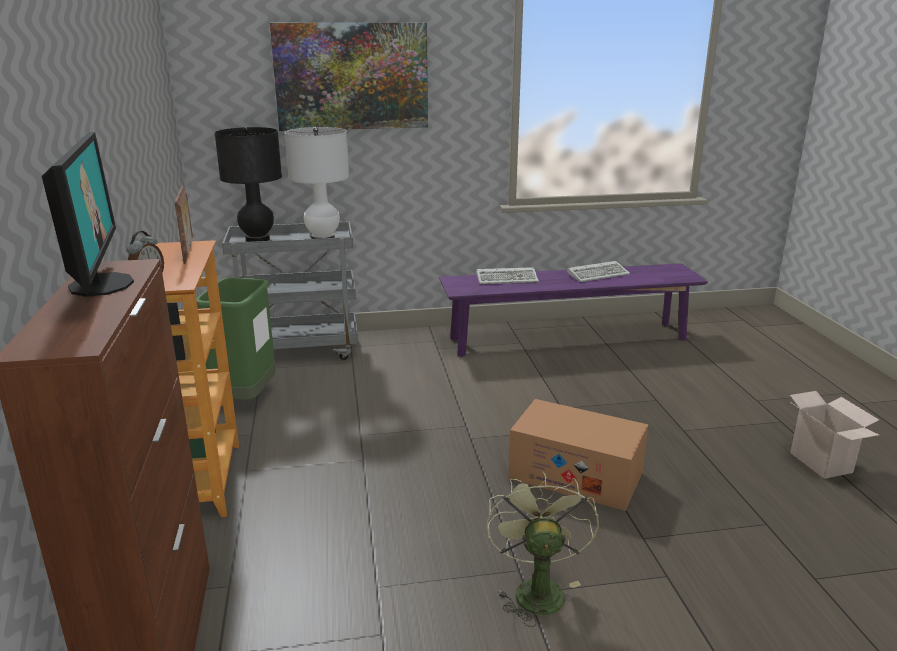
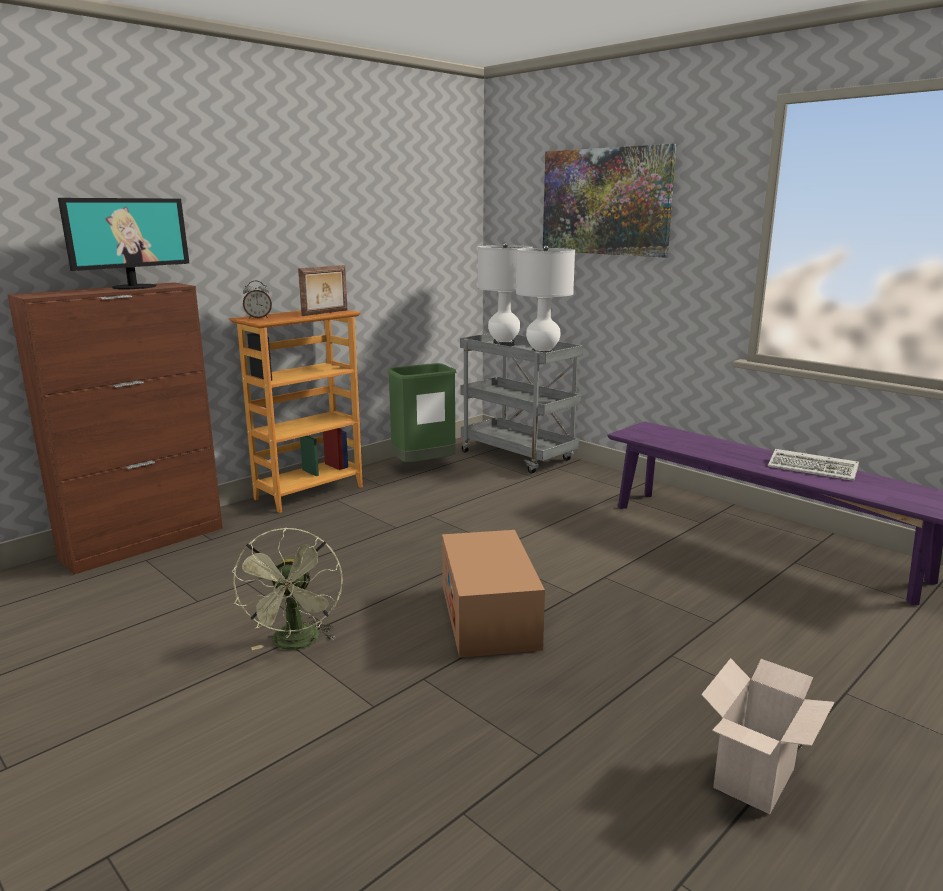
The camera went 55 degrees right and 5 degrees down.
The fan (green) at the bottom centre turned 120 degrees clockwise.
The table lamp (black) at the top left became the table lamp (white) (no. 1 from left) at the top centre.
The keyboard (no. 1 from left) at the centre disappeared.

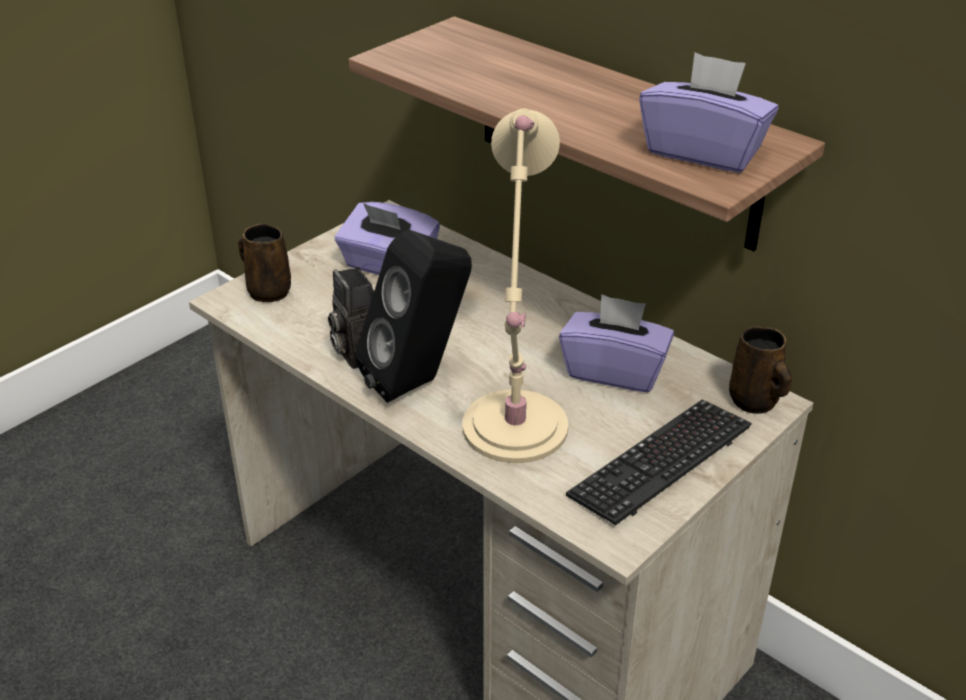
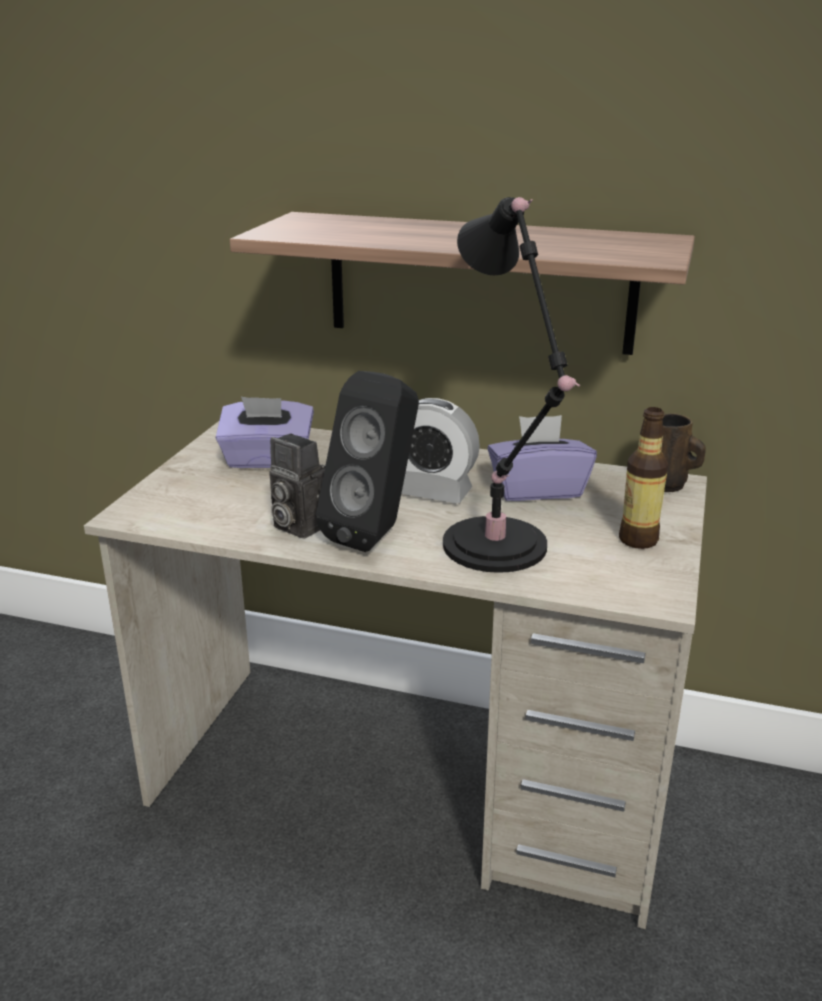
The camera went 25 degrees left and 10 degrees down.
The alarm clock at the centre appeared.
The table lamp (beige) at the centre became the table lamp (black) at the centre.
The keyboard at the middle right was replaced by the bottle at the middle right.
The mug (brown) (no. 1 from left) at the middle left disappeared.
The tissue box (purple) (no. 3 from left) at the top right disappeared.

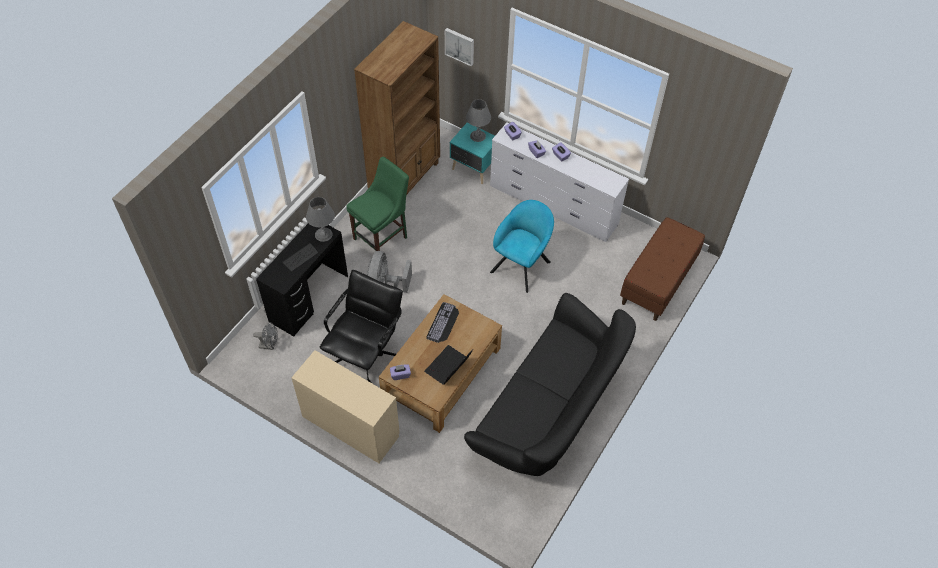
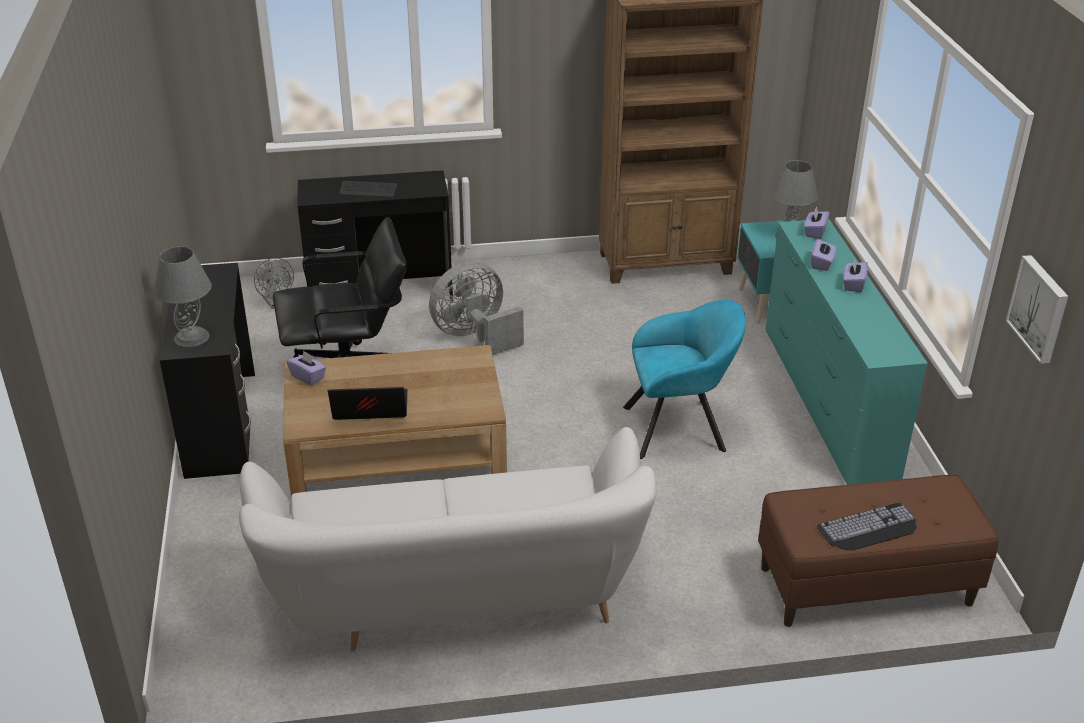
The camera went 50 degrees right and 20 degrees down.
The table lamp (grey) (no. 1 from left) moved from the centre to the middle left.
The desk (beige) at the bottom centre became the desk (black) (no. 1 from left) at the middle left.
The sofa (black) at the bottom centre became the sofa (white) at the bottom centre.
The dresser (white) at the top centre became the dresser (turquoise) at the middle right.
The keyboard (no. 2 from left) moved from the centre to the bottom right.
The picture moved from the top centre to the middle right.
The chair (green) at the centre disappeared.

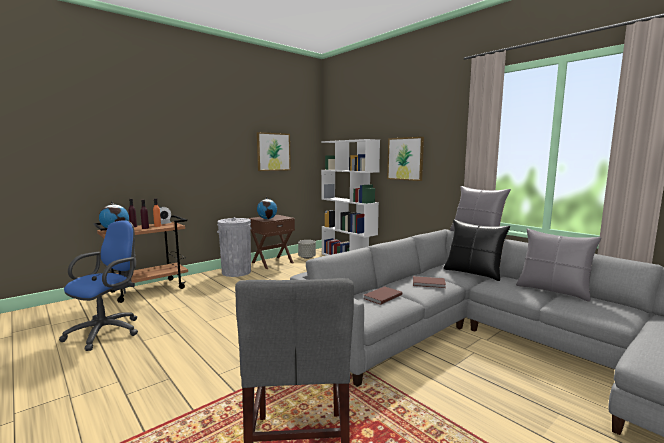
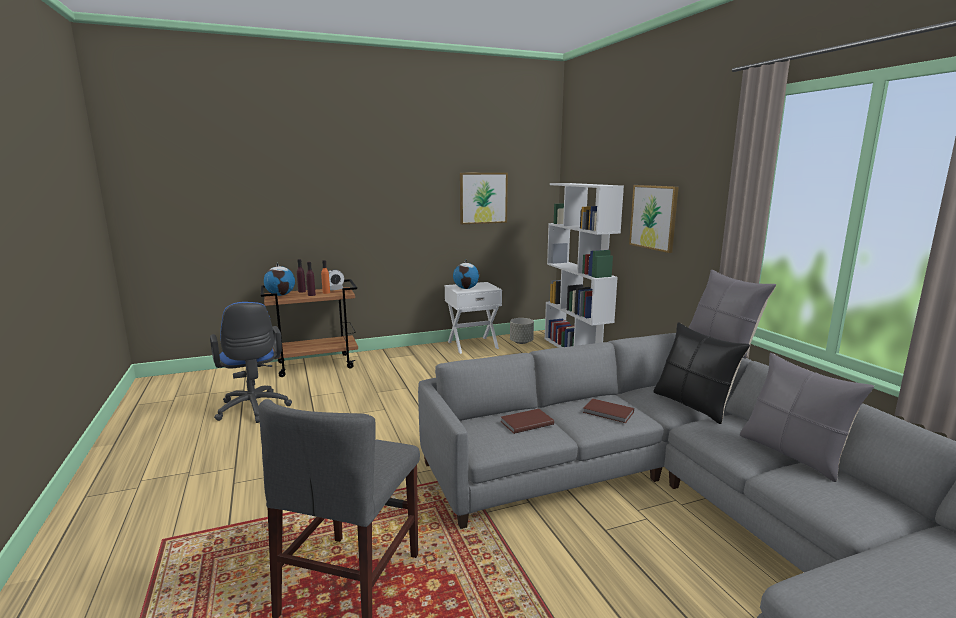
The camera went 20 degrees right and 5 degrees up.
The office chair (blue) at the middle left turned 105 degrees clockwise.
The nightstand (brown) at the centre became the nightstand (white) at the centre.
The trash can (grey) at the centre disappeared.

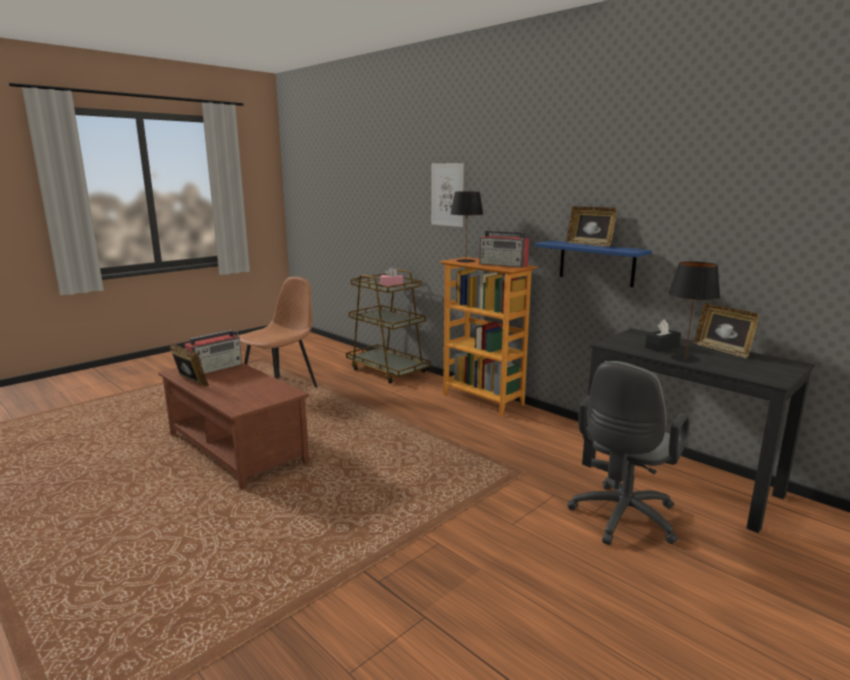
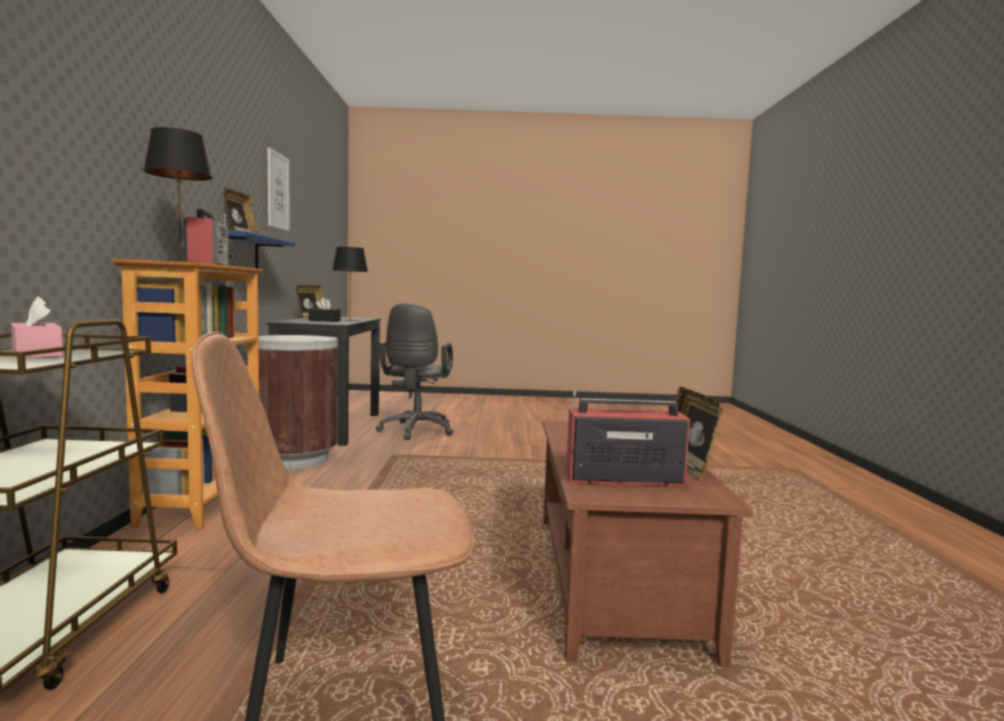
The camera went 135 degrees left and 10 degrees down.
The trash can (brown) at the middle left appeared.
The picture moved from the top centre to the top left.
The office chair (grey) at the middle right turned 105 degrees clockwise.

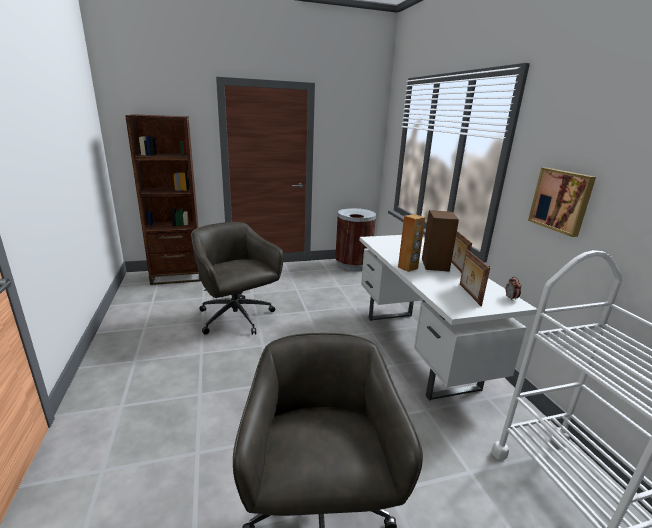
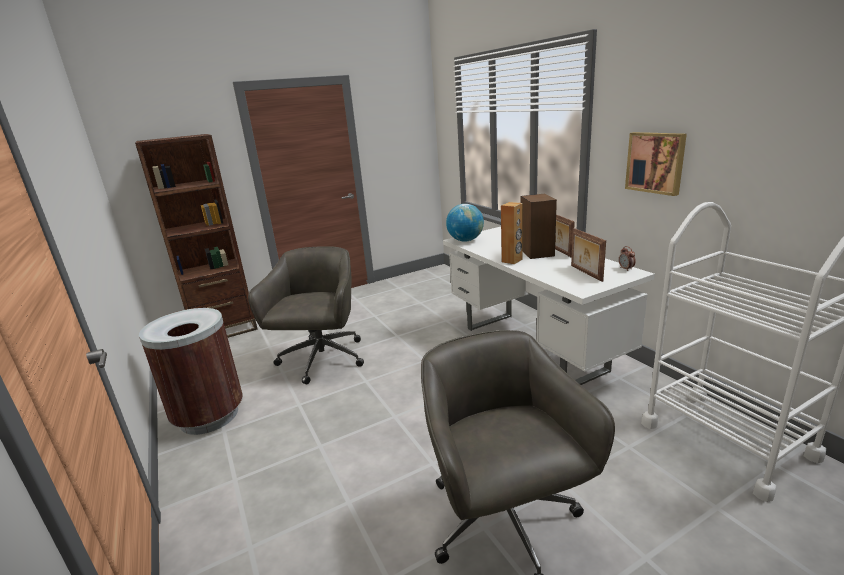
The camera went 10 degrees left and 0 degrees up.
The trash can (brown) moved from the centre to the middle left.
The office chair (grey) (no. 1 from left) at the centre turned 60 degrees clockwise.
The globe at the centre appeared.

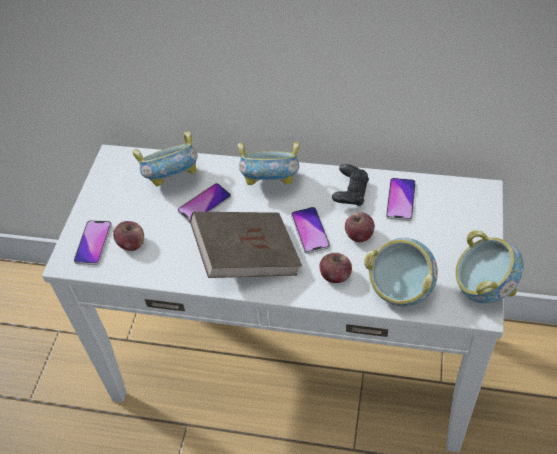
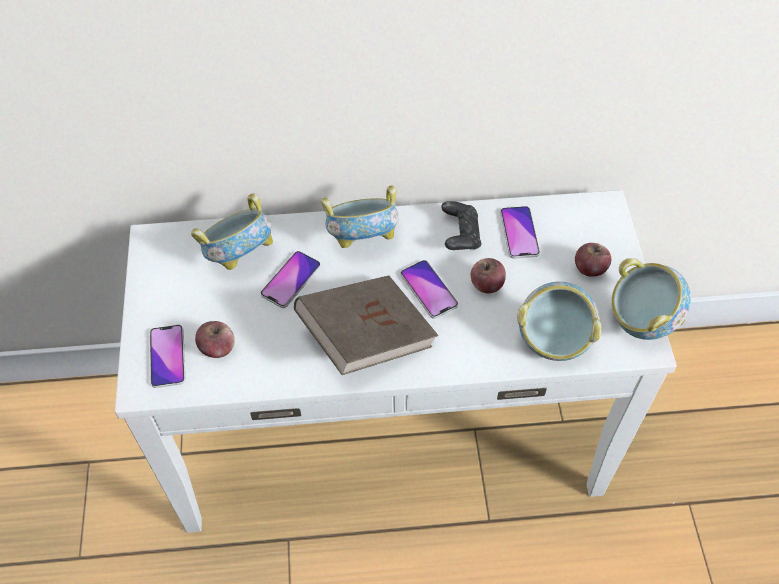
The camera went 20 degrees left and 5 degrees up.
The apple (no. 2 from left in the first image) moved from the centre to the middle right.

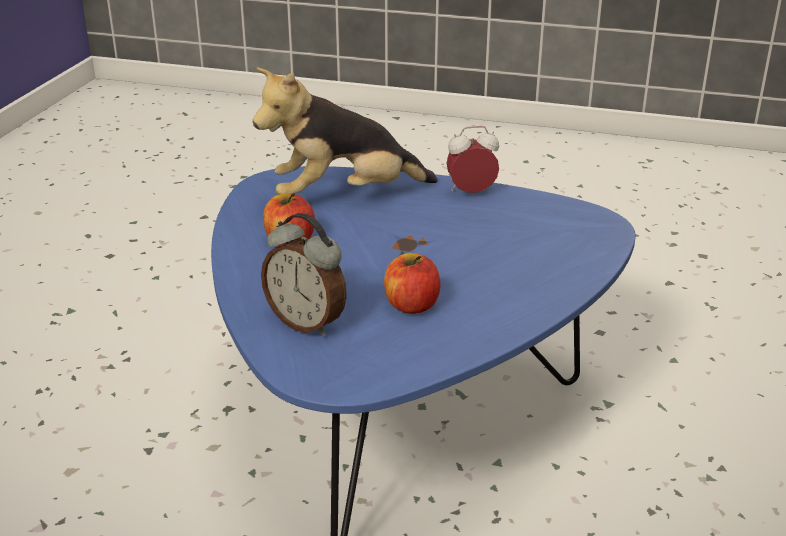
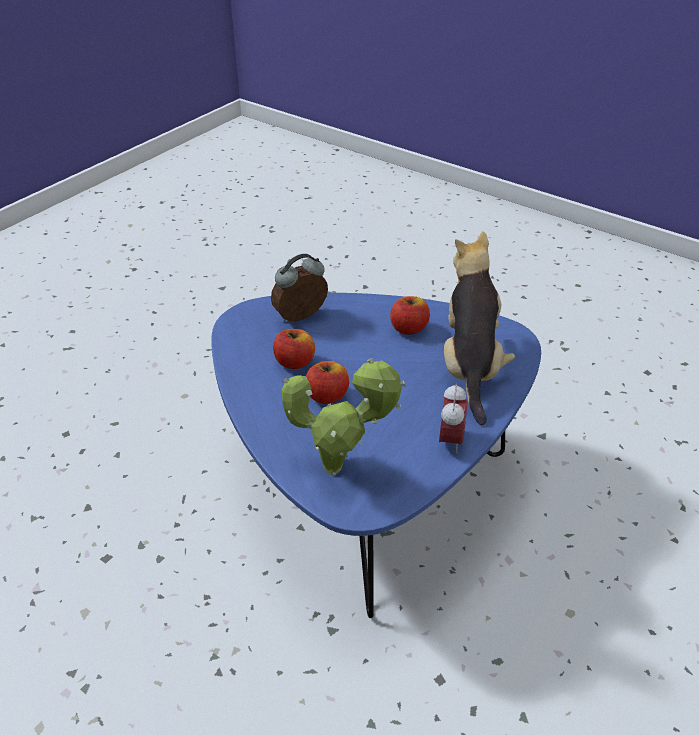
The camera went 110 degrees right and 10 degrees up.
The potted plant at the centre appeared.
The apple (no. 2 from left) at the centre appeared.

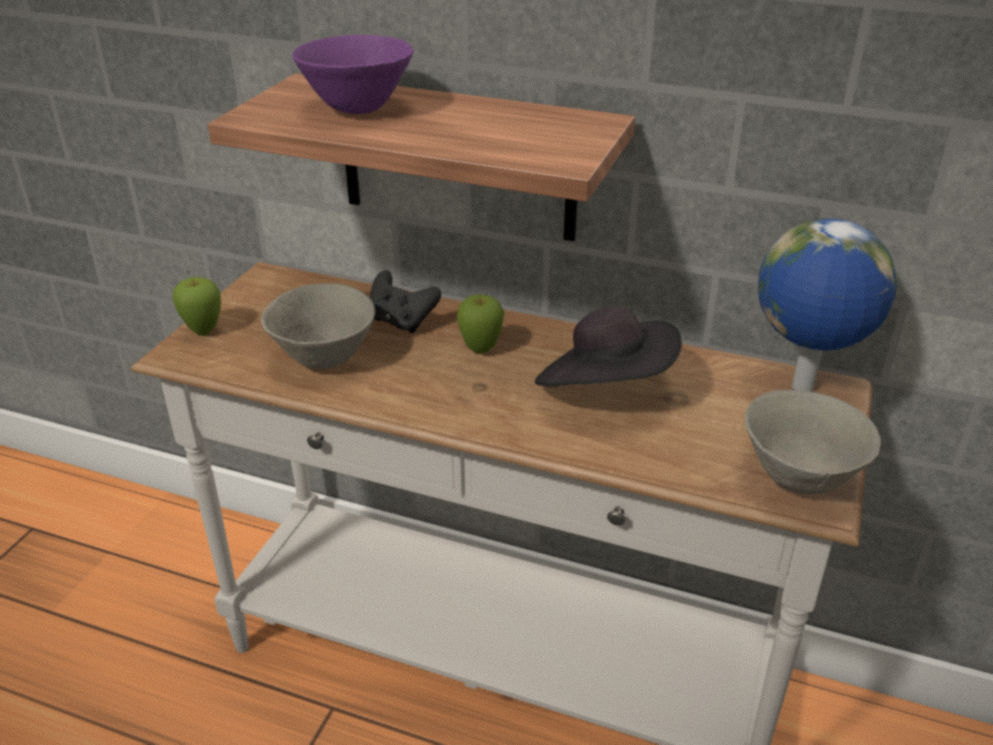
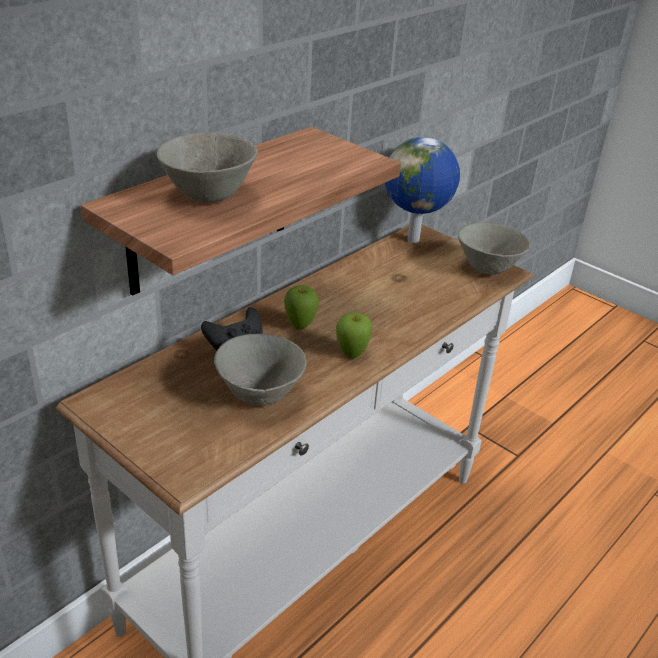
The camera went 70 degrees left and 0 degrees up.
The bowl (purple) at the top centre became the bowl (grey) (no. 1 from left) at the top left.
The apple (no. 1 from left in the first image) moved from the middle left to the centre.
The hat (black) at the centre disappeared.

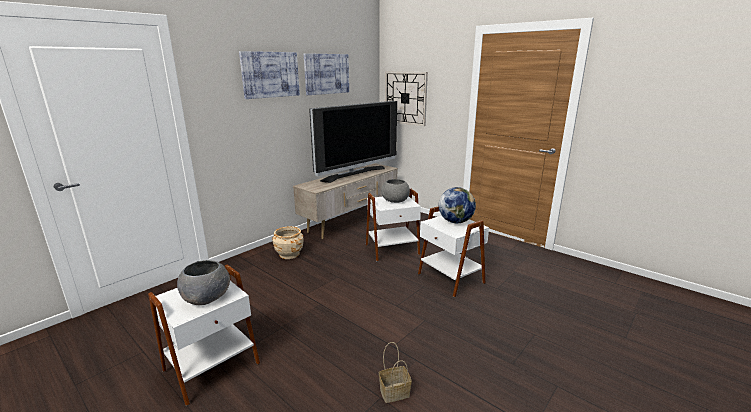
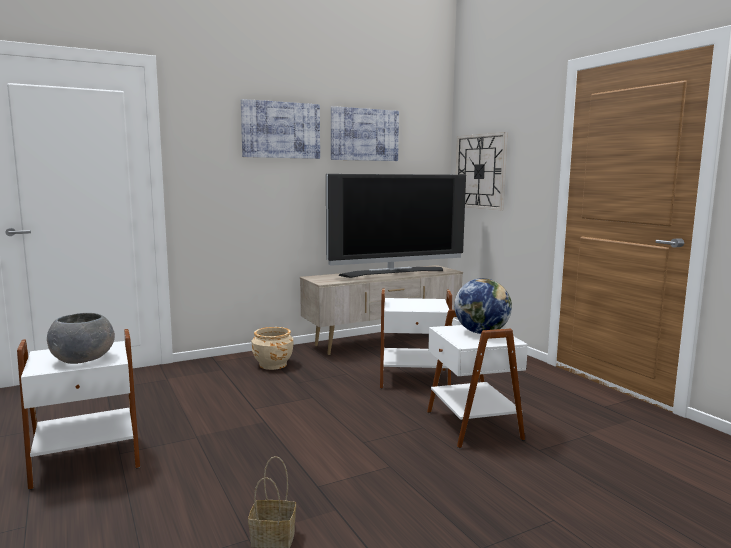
The camera went 20 degrees right and 10 degrees down.
The bowl (grey) (no. 2 from left) at the centre disappeared.

